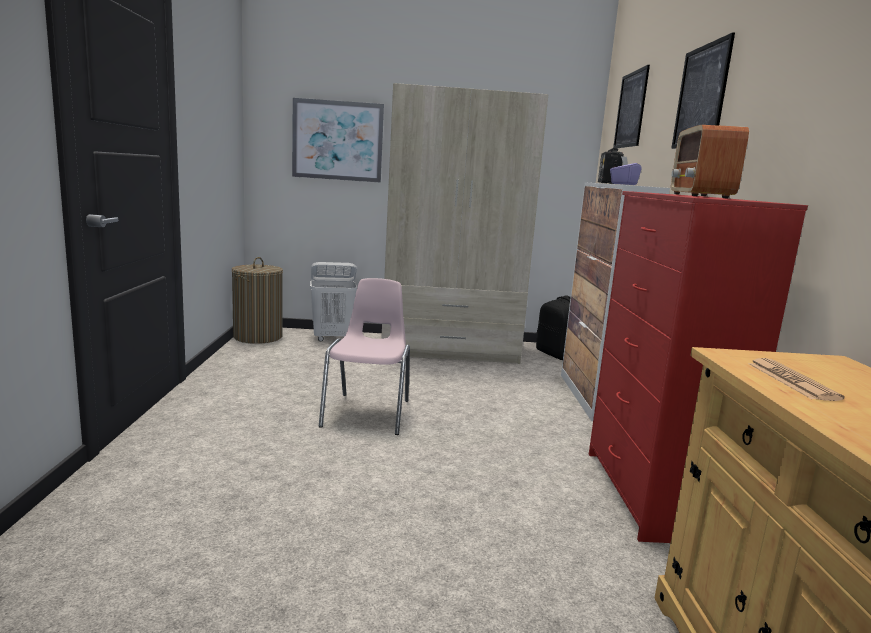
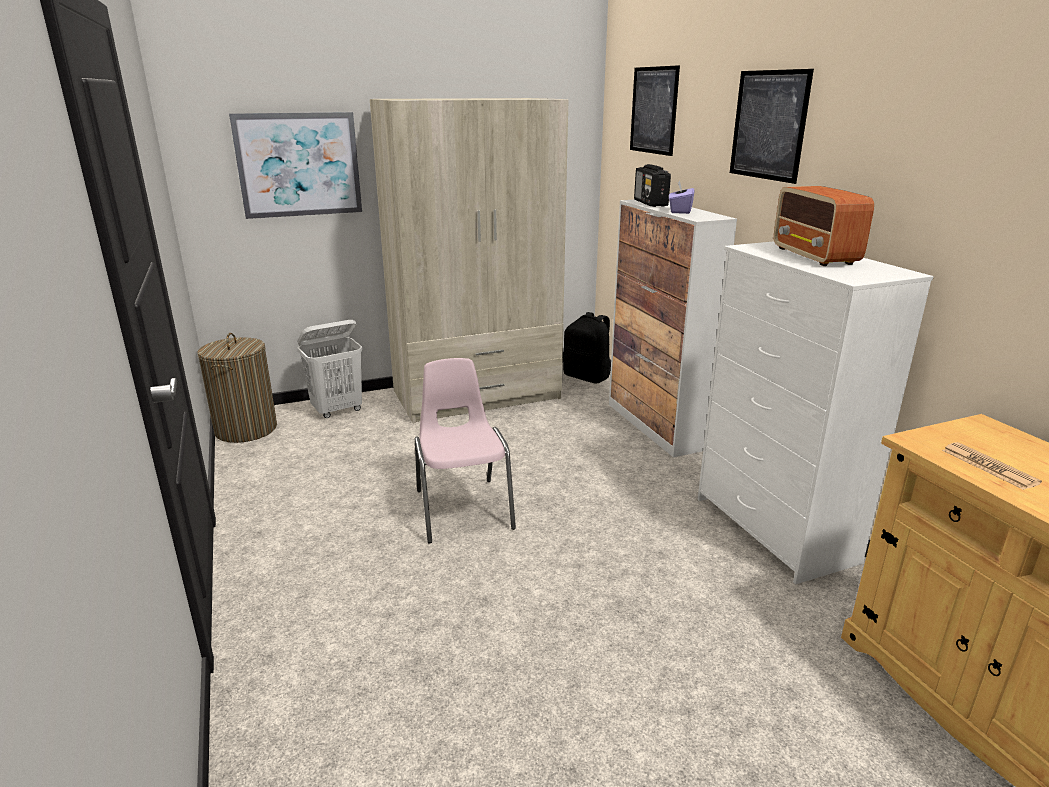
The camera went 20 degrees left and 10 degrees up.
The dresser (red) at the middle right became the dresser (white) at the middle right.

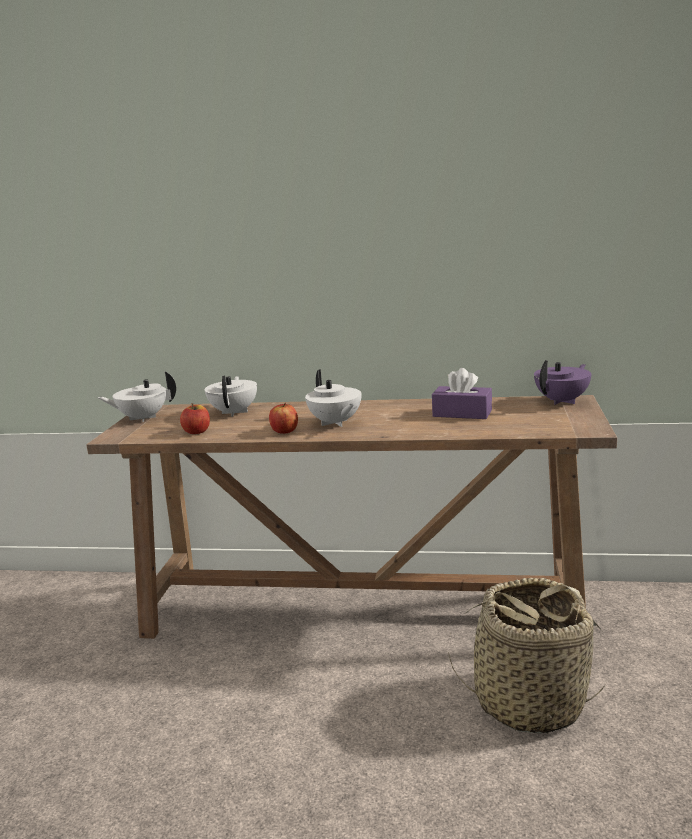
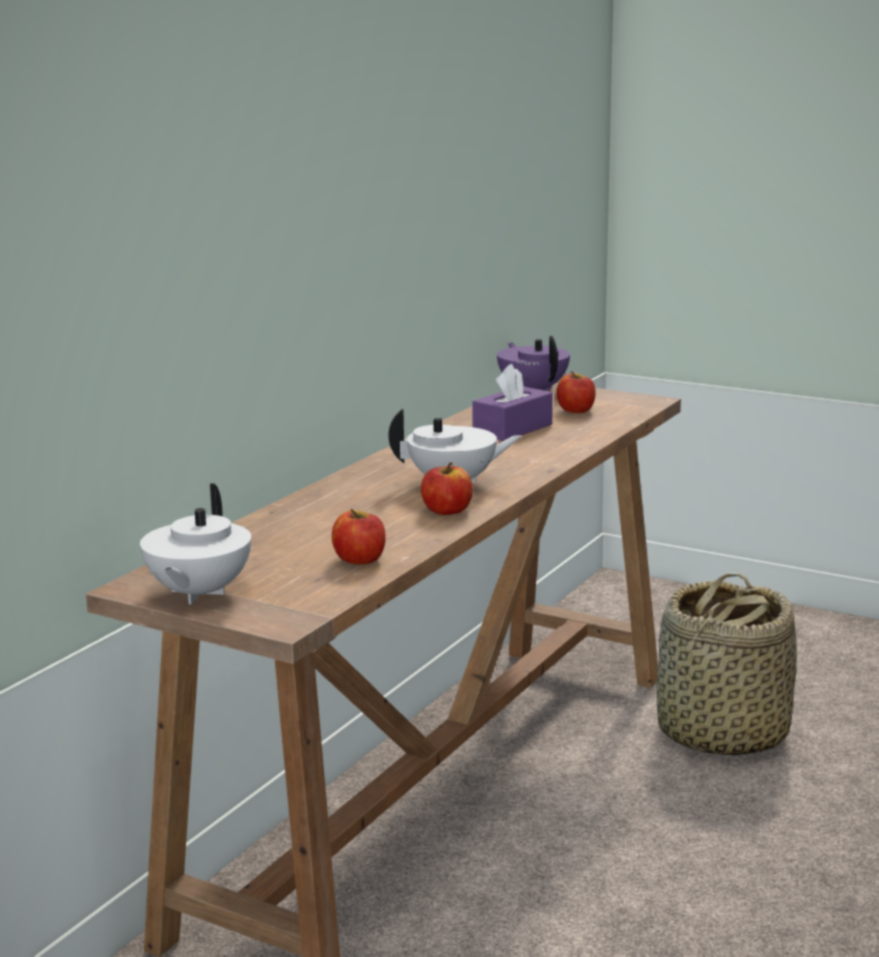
The camera went 70 degrees left and 0 degrees up.
The apple (no. 3 from left) at the centre appeared.
The teapot (white) (no. 2 from left) at the centre disappeared.

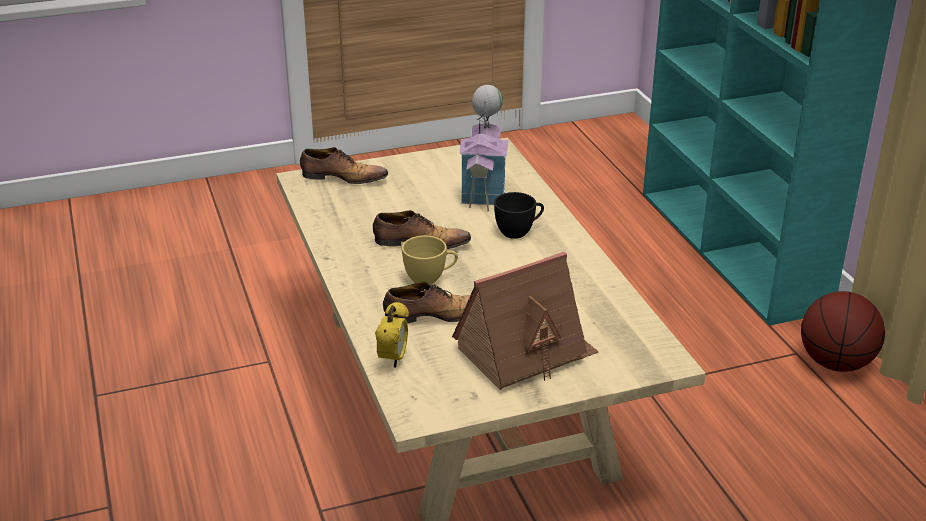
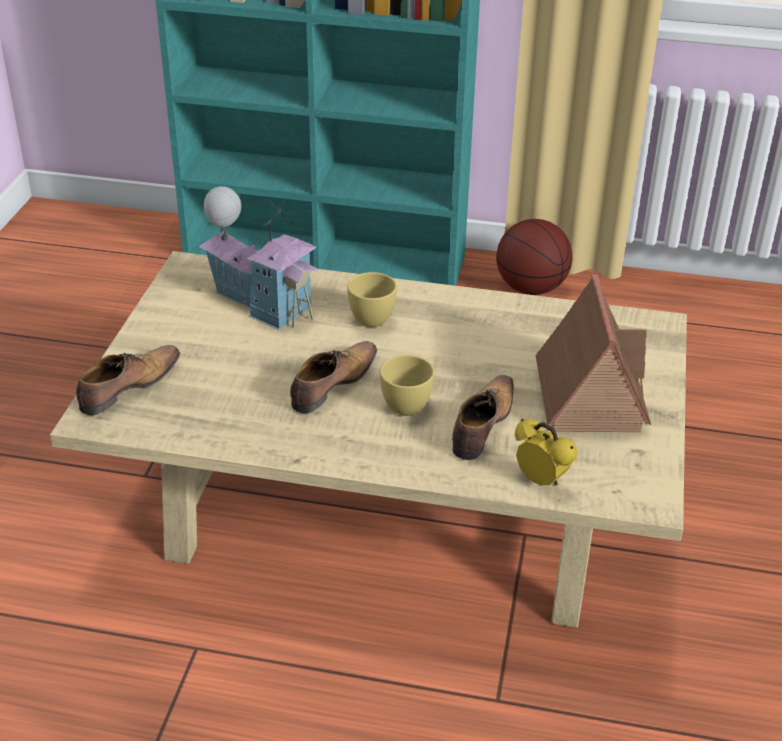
The camera went 60 degrees left and 5 degrees up.
The cup (black) at the centre became the cup (yellow) (no. 1 from left) at the centre.

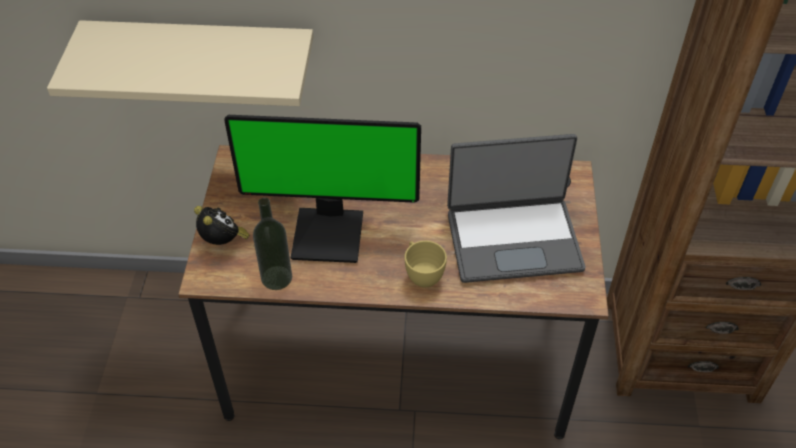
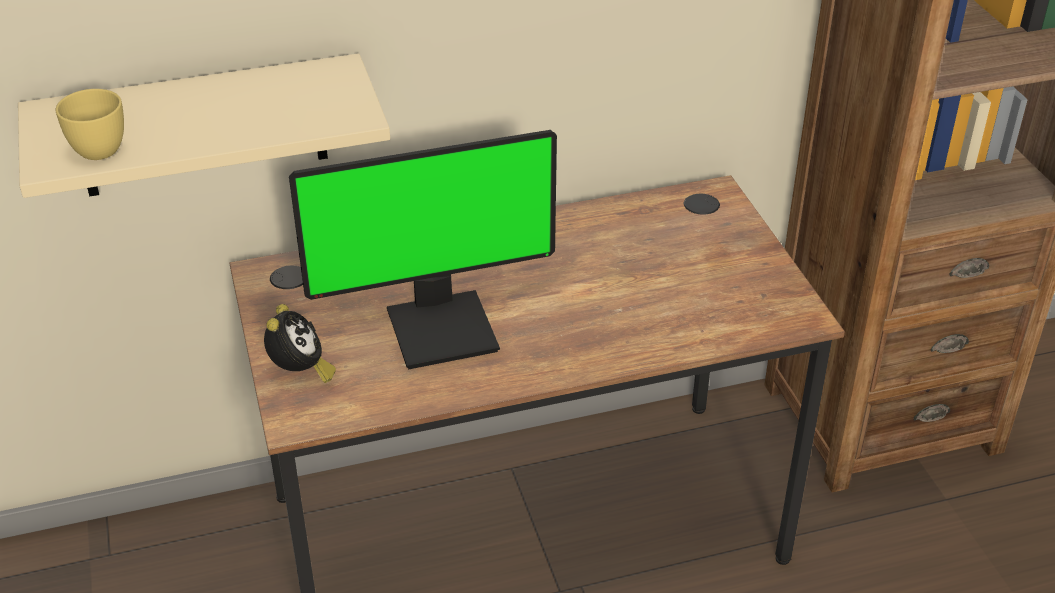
The camera went 20 degrees left and 10 degrees down.
The cup (yellow) moved from the centre to the top left.
The alarm clock at the middle left turned 60 degrees clockwise.
The bottle at the centre disappeared.
The laptop at the centre disappeared.

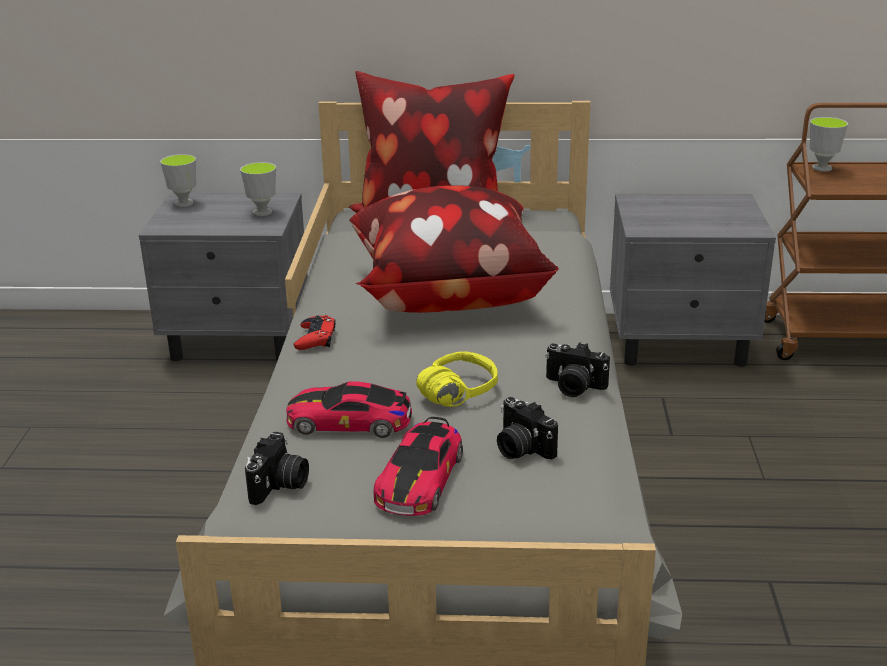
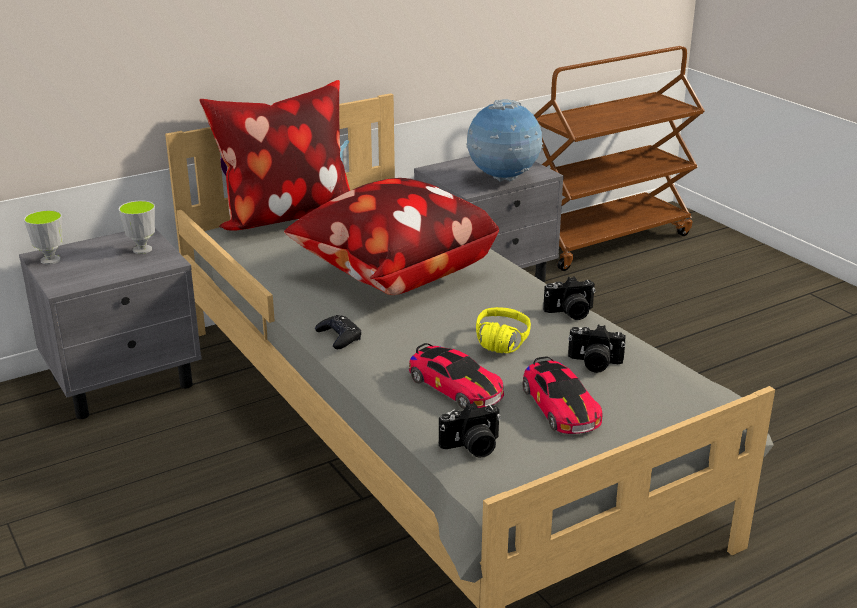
The camera went 35 degrees left and 0 degrees up.
The game controller (red) at the centre became the game controller (black) at the centre.
The toy car (no. 1 from left) at the centre turned 105 degrees counterclockwise.
The photo camera (no. 1 from left) at the bottom left turned 90 degrees clockwise.
The globe at the top centre appeared.
The cup (no. 3 from left) at the top right disappeared.

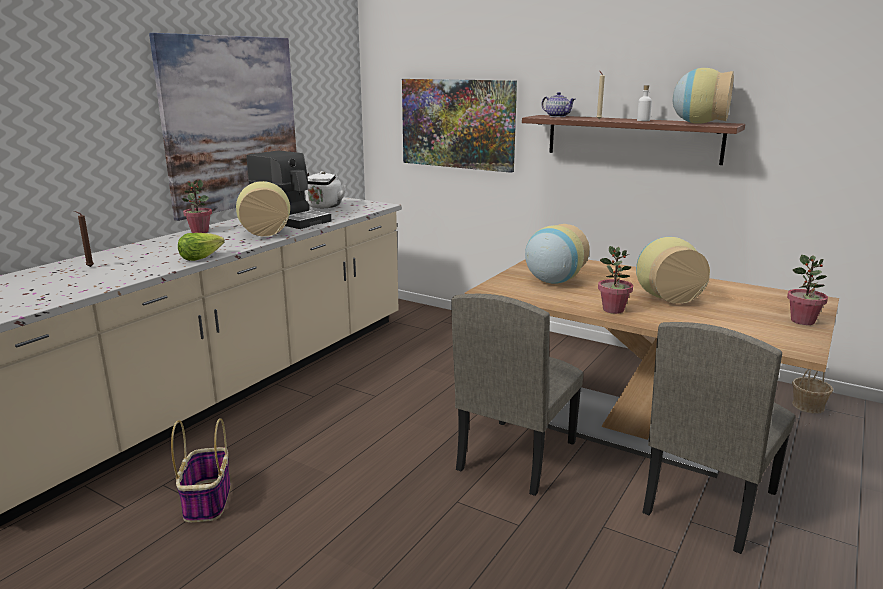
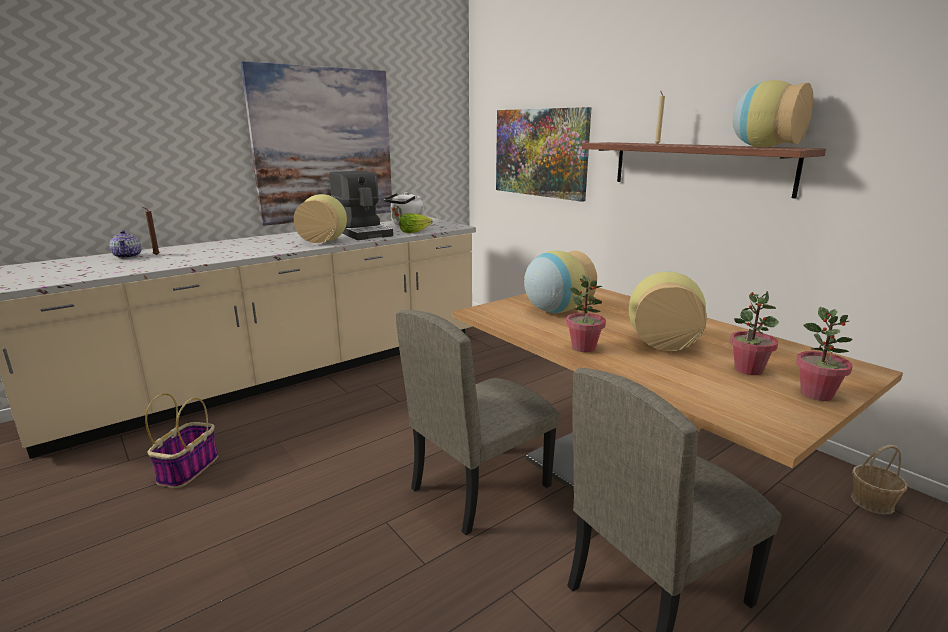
The camera went 20 degrees right and 0 degrees up.
The teapot moved from the top centre to the middle left.
The lettuce moved from the middle left to the centre.
The potted plant (no. 1 from left in the first image) moved from the middle left to the middle right.
The bottle (white) at the top right disappeared.

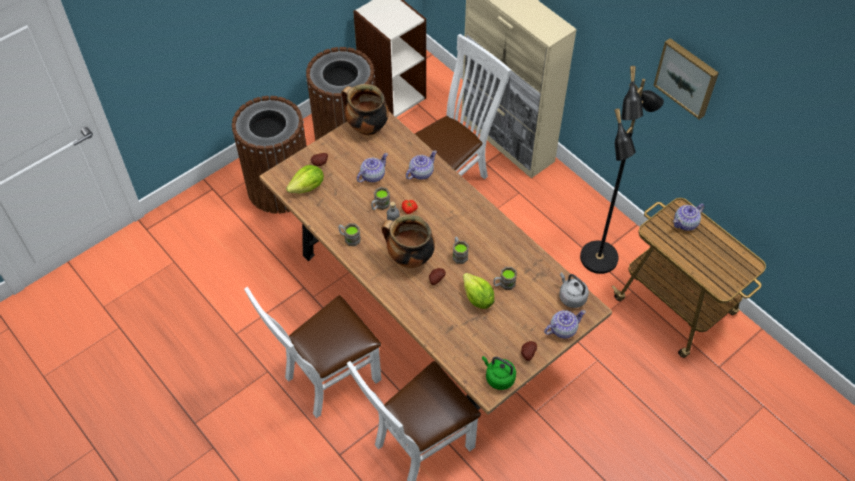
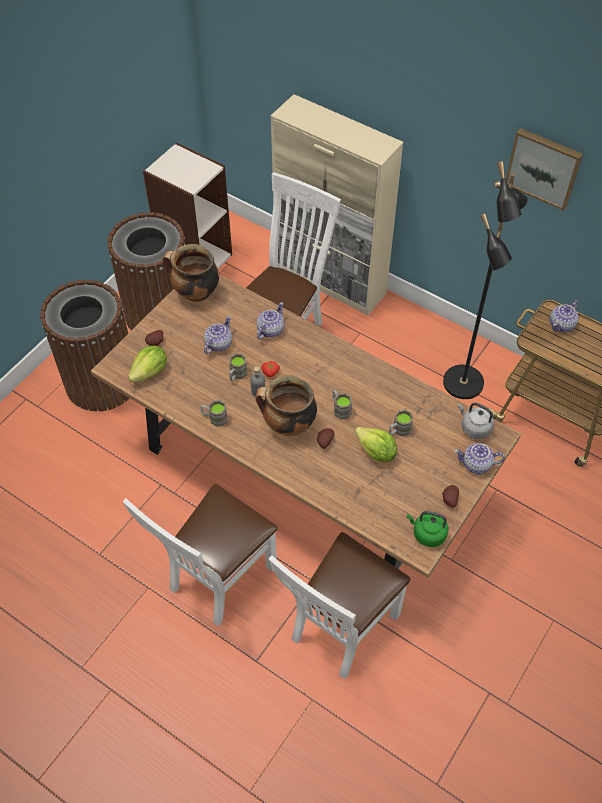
The camera went 15 degrees left and 0 degrees up.
The teapot (no. 3 from left) at the bottom centre turned 135 degrees counterclockwise.

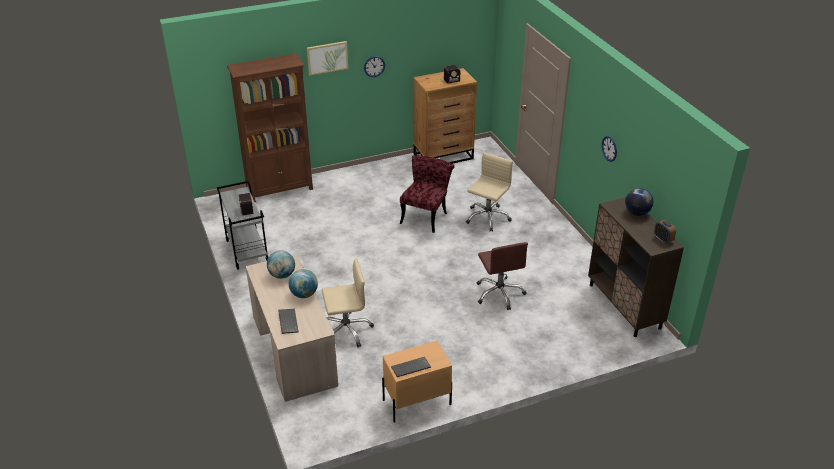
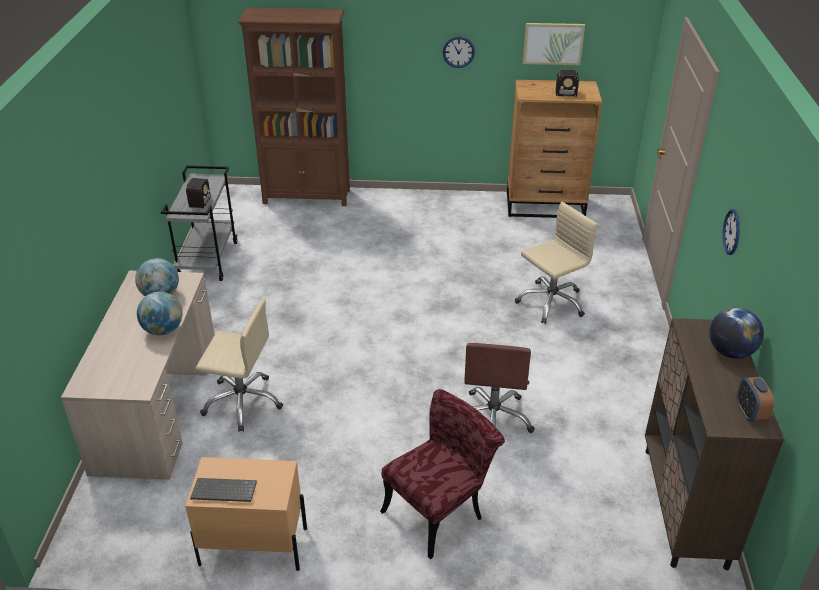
The camera went 25 degrees right and 0 degrees up.
The chair (red) moved from the centre to the bottom centre.
The picture moved from the top centre to the top right.
The keyboard (no. 1 from left) at the bottom centre disappeared.

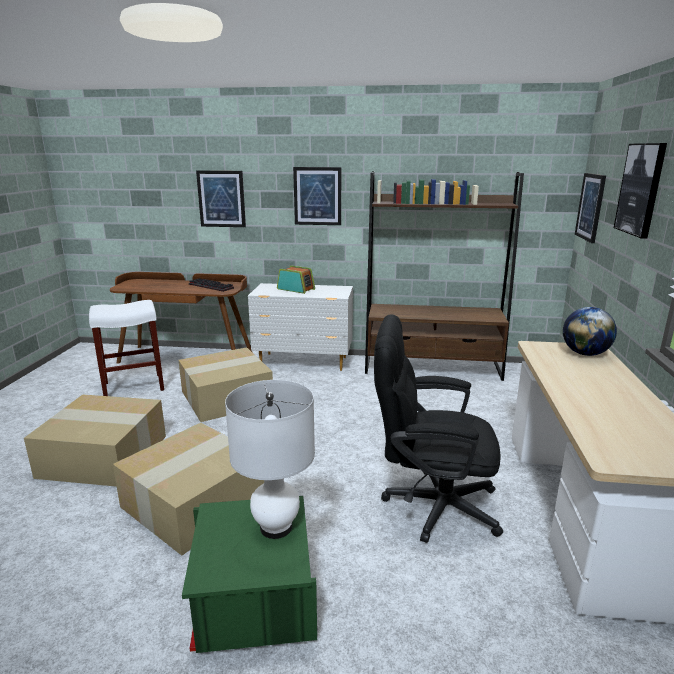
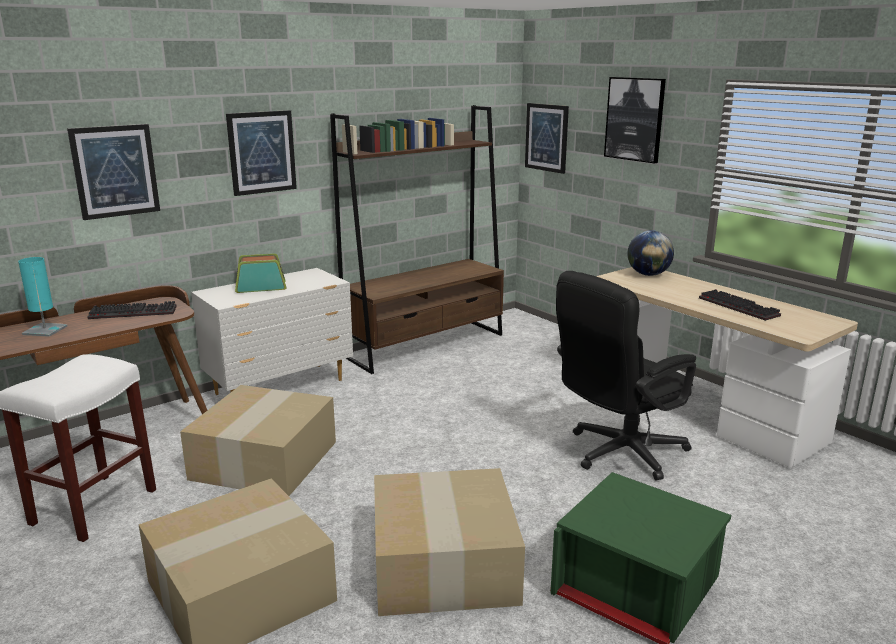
The camera went 45 degrees left and 0 degrees up.
The table lamp (turquoise) at the middle left appeared.
The keyboard (no. 2 from left) at the middle right appeared.
The table lamp (white) at the bottom centre disappeared.

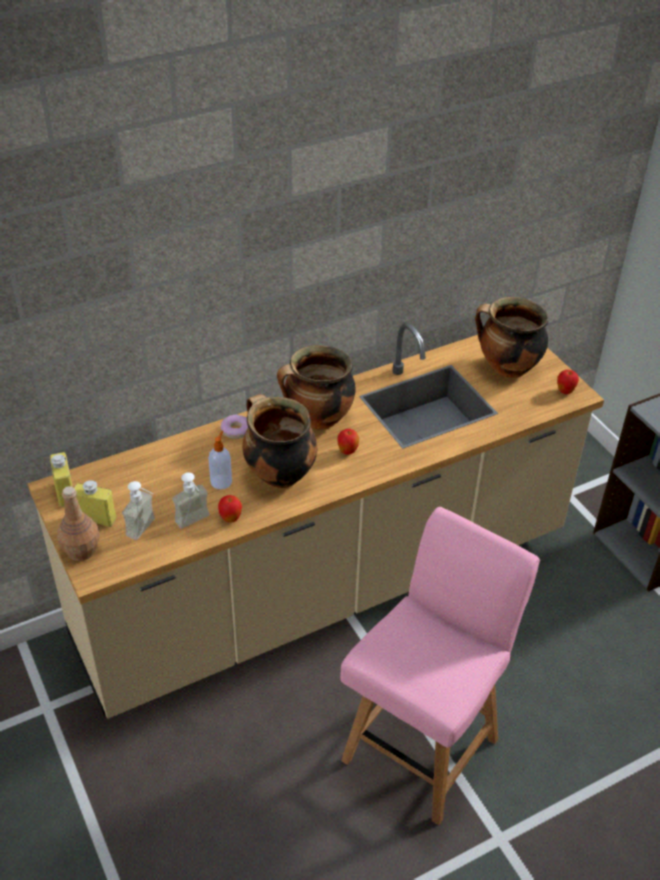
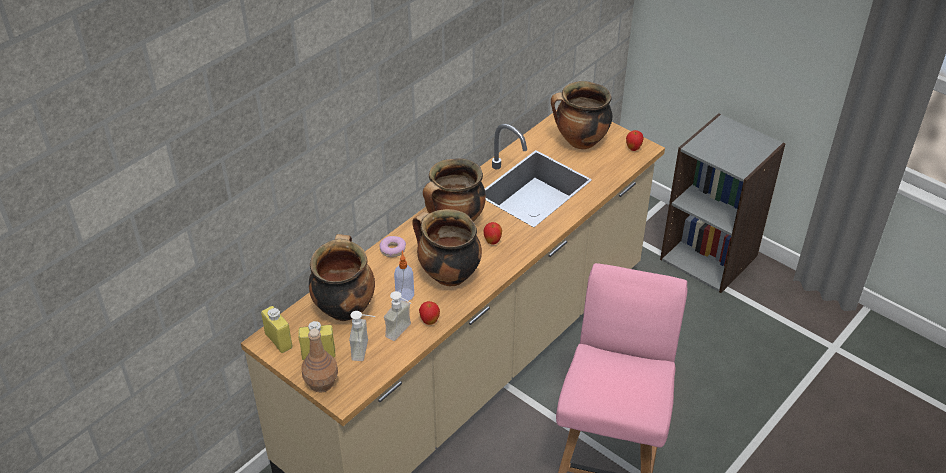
The camera went 20 degrees left and 0 degrees up.
The cooking pot (no. 1 from left) at the centre appeared.

